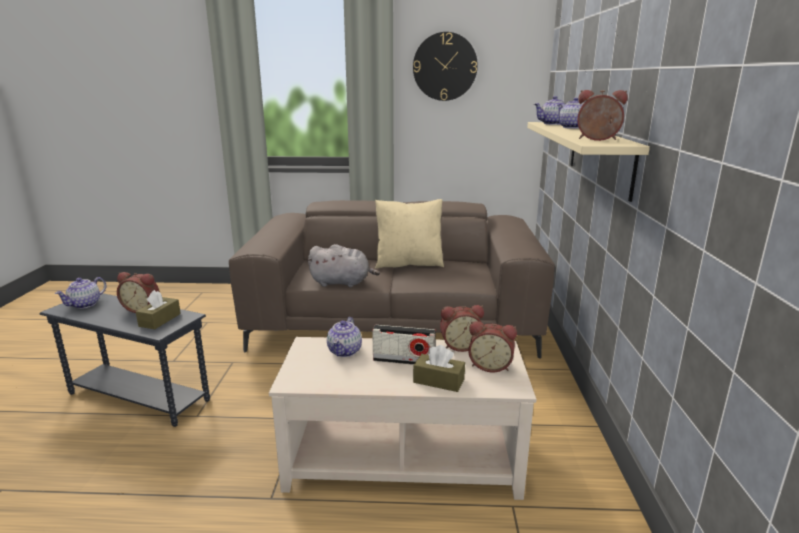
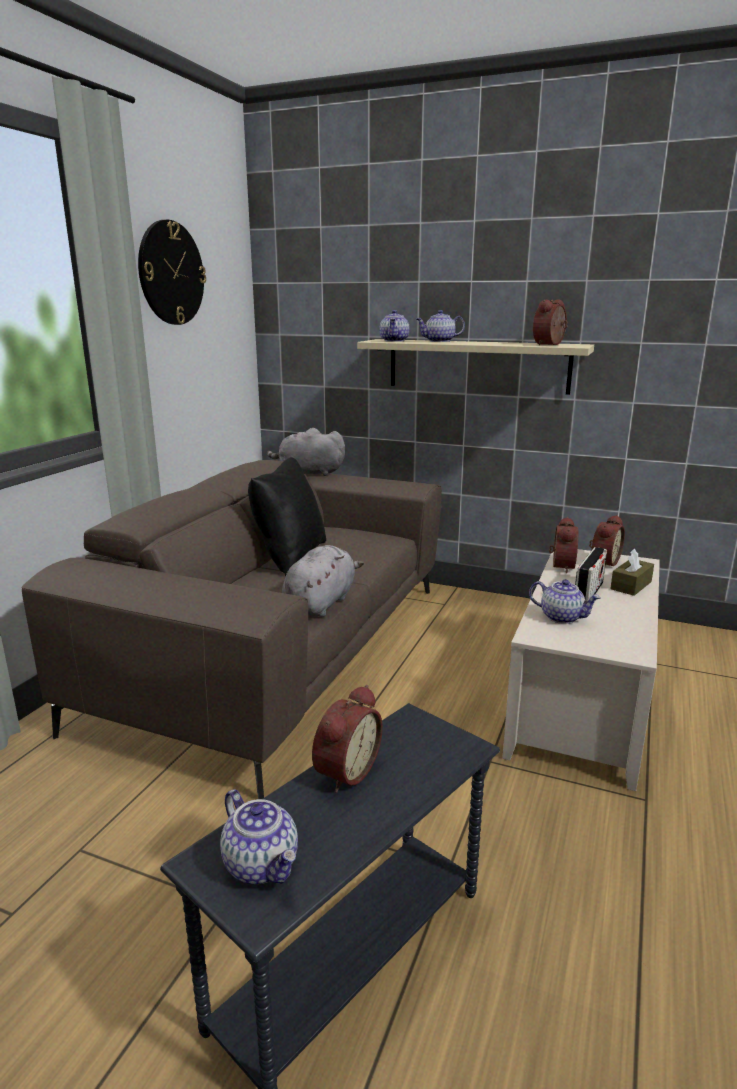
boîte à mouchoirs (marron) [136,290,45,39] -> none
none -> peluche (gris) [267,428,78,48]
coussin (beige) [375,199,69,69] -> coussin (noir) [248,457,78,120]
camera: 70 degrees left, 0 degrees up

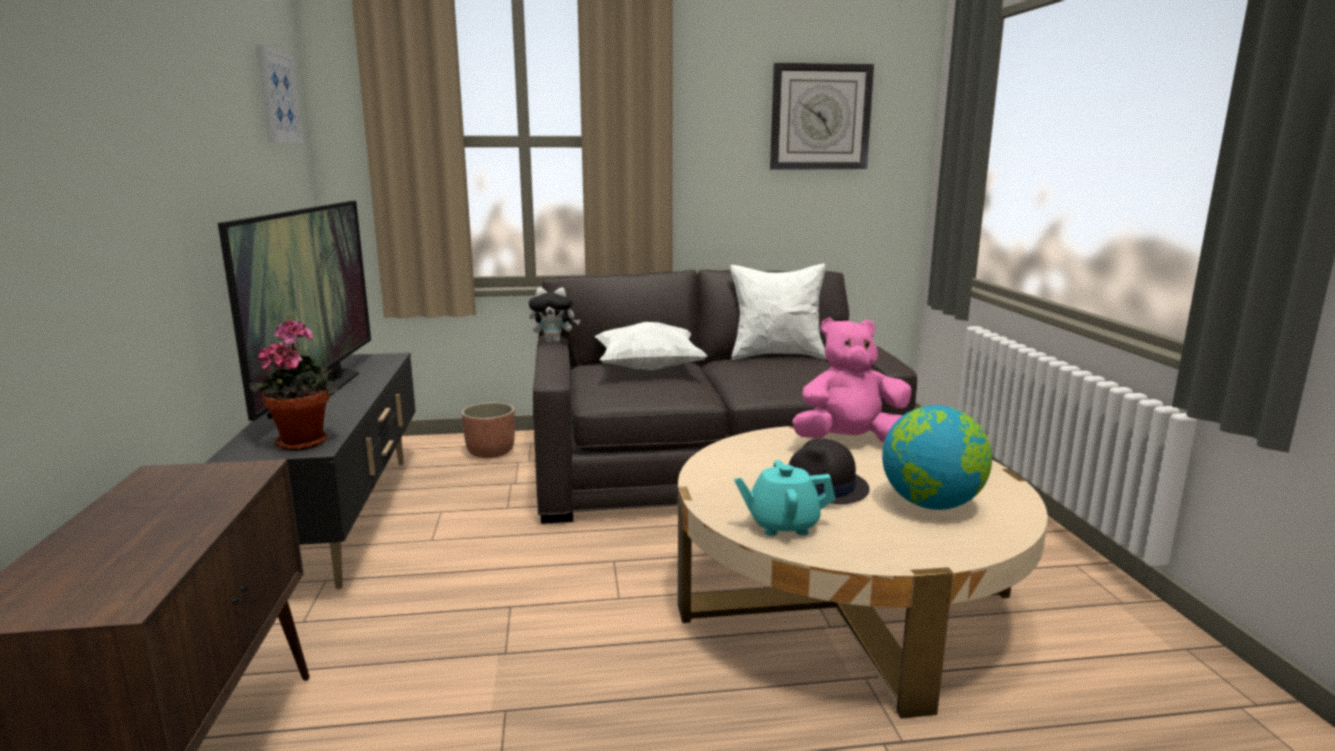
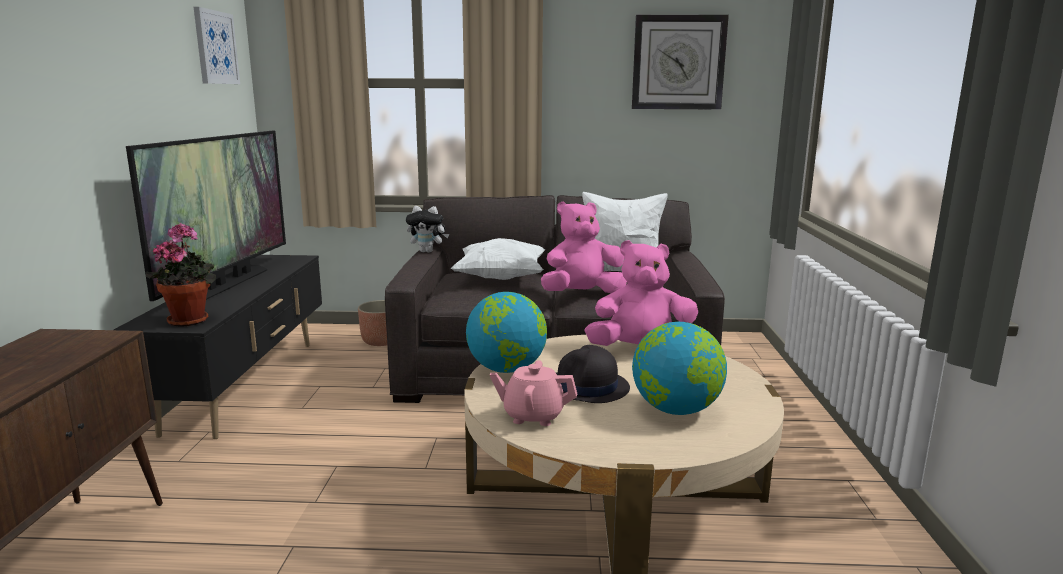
none -> globe [466,292,81,81]
none -> peluche (rose) [541,201,86,92]
théière (turquoise) [734,460,101,76] -> théière (rose) [490,360,87,66]
camera: 10 degrees right, 0 degrees up

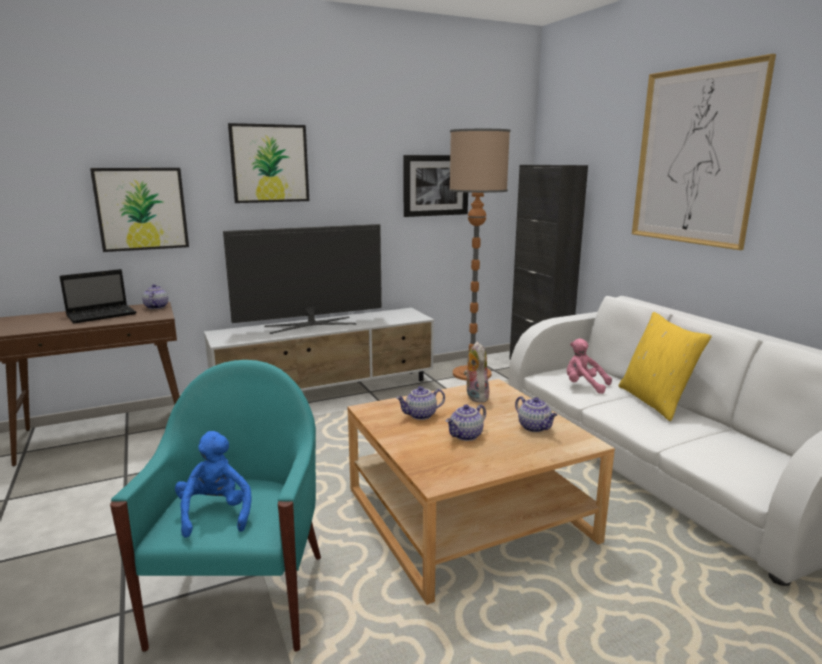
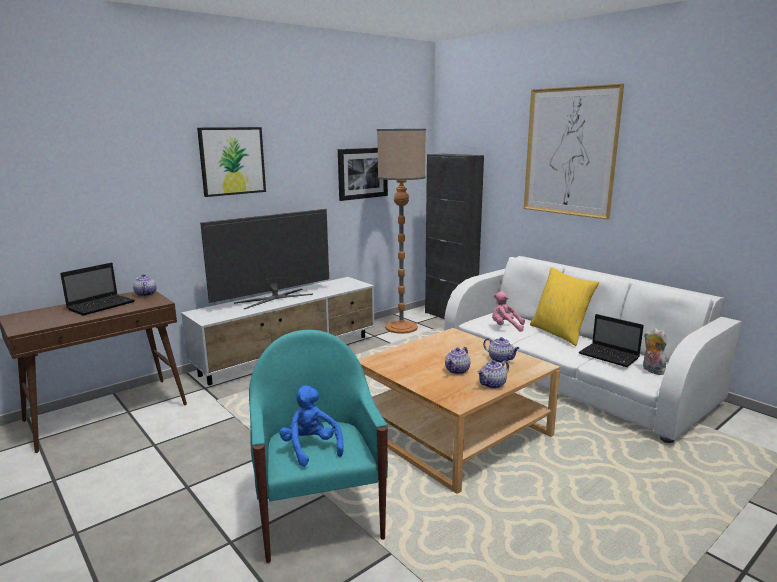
tableau [90,168,99,84] -> none
none -> ordinateur portable [579,314,65,53]
théière [396,386,49,34] -> théière [477,360,32,29], move
peluche [464,341,25,62] -> peluche [643,328,24,47], move
camera: 15 degrees left, 0 degrees up

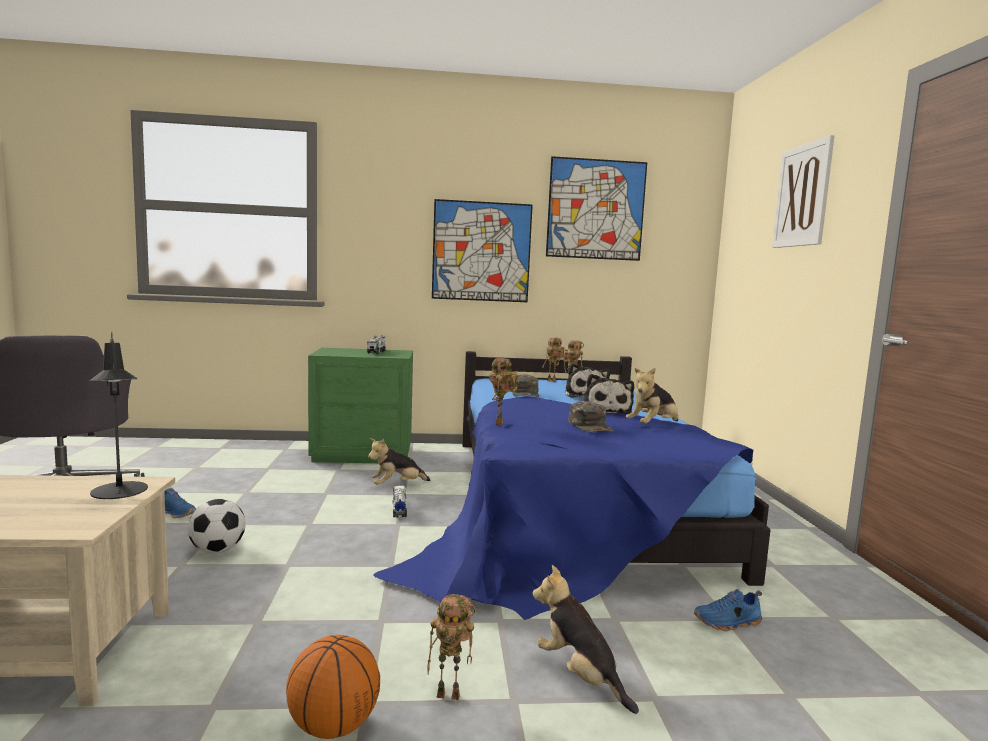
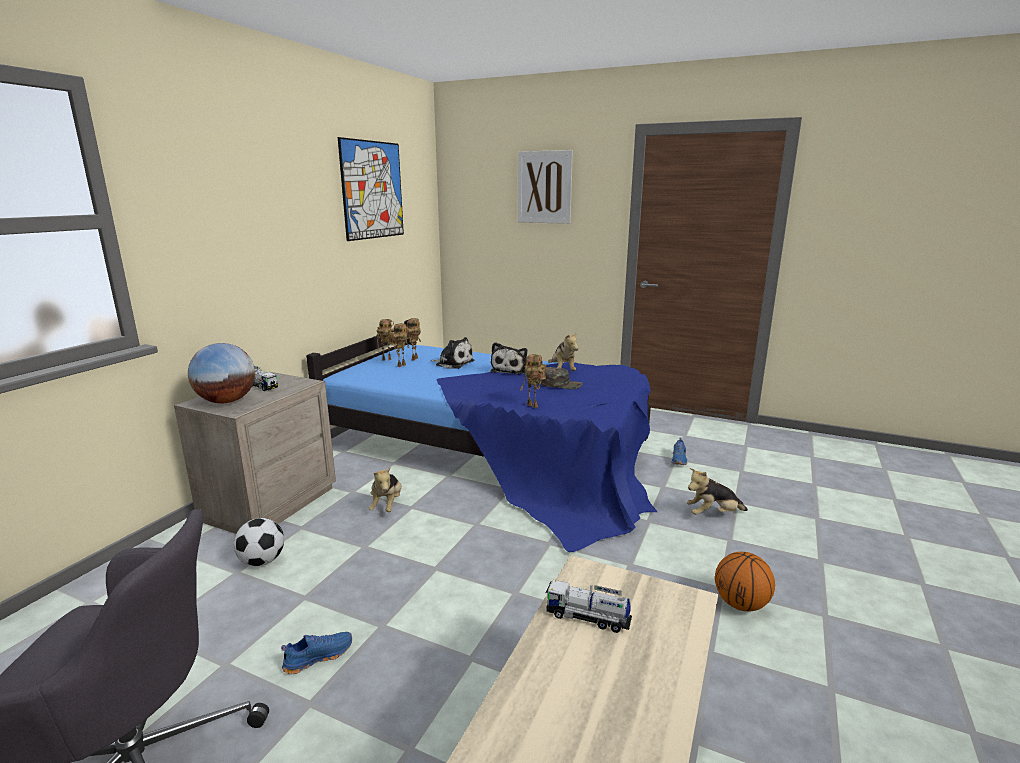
lampe de table (noir) [90,332,58,167] -> none
tableau [432,199,101,103] -> none
casquette (vert) [512,374,27,23] -> none
none -> globe [188,343,67,60]
ballon de foot [188,499,58,54] -> ballon de foot [234,518,50,48], move
camion jouet [392,486,15,31] -> camion jouet [546,580,86,53], move
robot jouet [427,594,49,106] -> robot jouet [389,323,21,44], move
table de chevet (vert) [308,348,105,115] -> table de chevet (beige) [174,372,162,162]
peluche [584,374,50,40] -> peluche [491,342,36,33], 75 degrees clockwise
camera: 60 degrees left, 10 degrees up

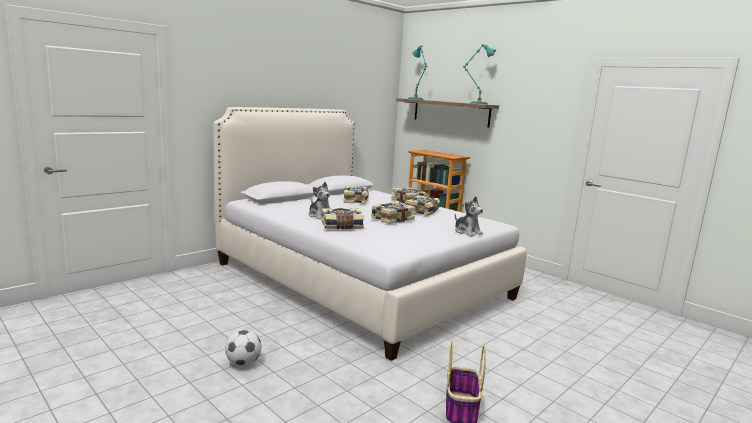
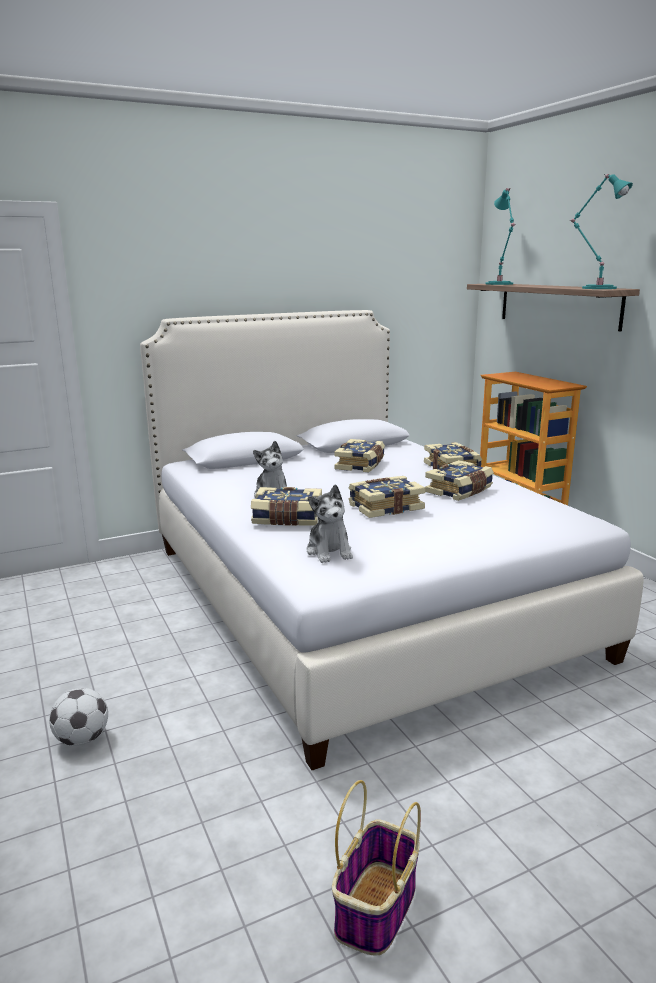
peluche [455,196,28,41] -> peluche [307,484,46,79], move
camera: 20 degrees right, 5 degrees up

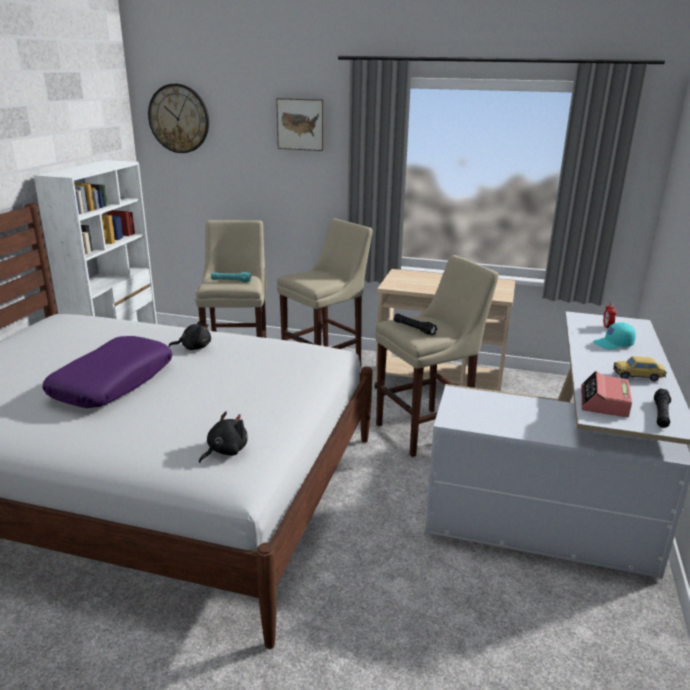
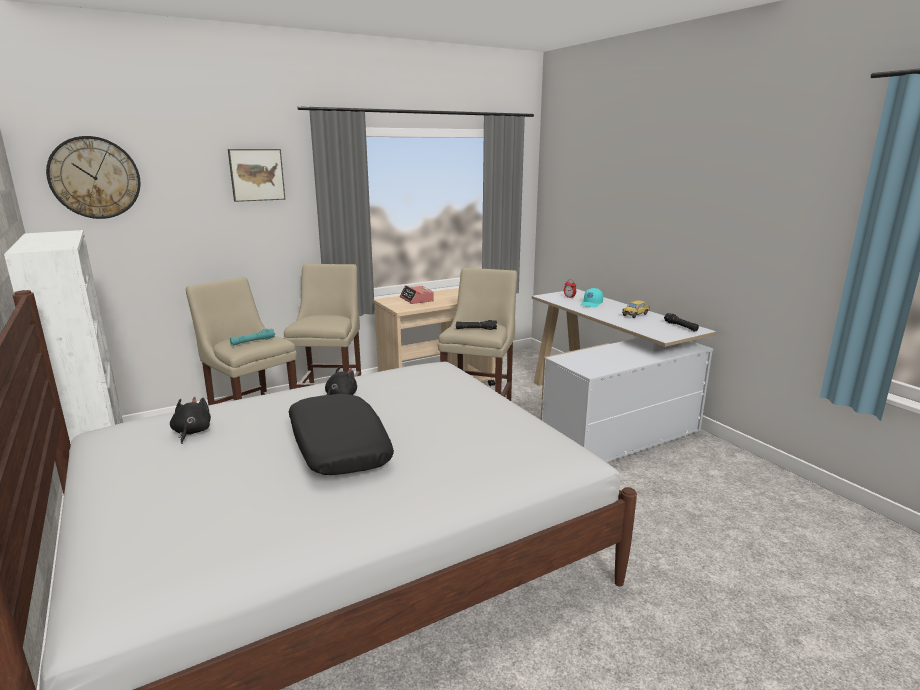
peluche (noir) [199,411,49,52] -> peluche (noir) [170,397,41,47], move
réveil [581,371,51,47] -> réveil [400,285,34,19], move
coussin (violet) [43,336,129,72] -> coussin (noir) [289,394,105,81]
camera: 45 degrees left, 5 degrees down

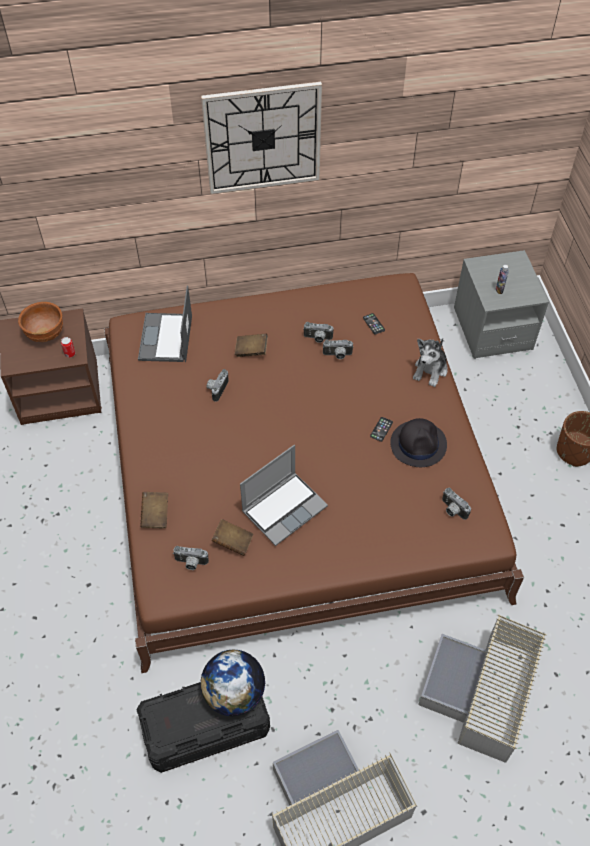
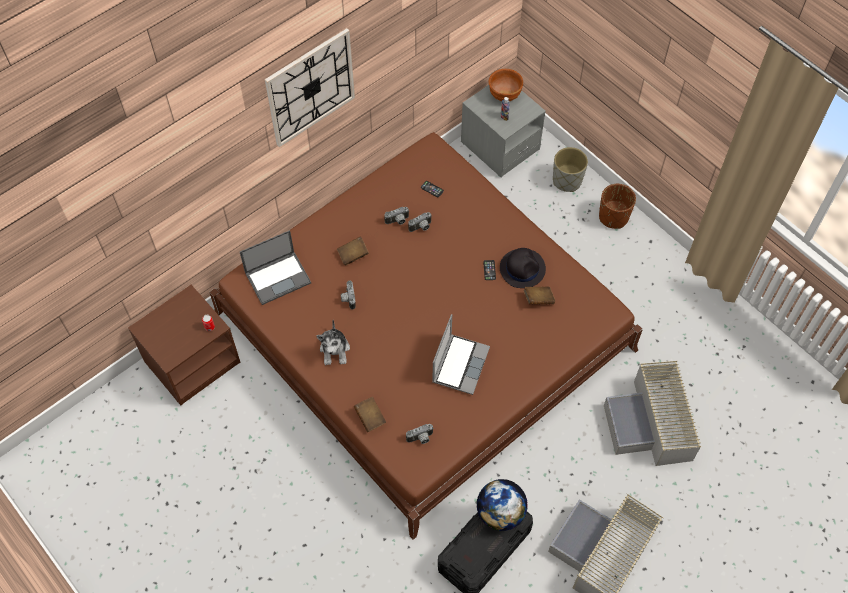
appareil photo [442,488,29,32] -> none
none -> cache-pot (gris) [553,147,35,45]
bol (marron) [18,302,45,40] -> bol (marron) [488,69,35,32], move
livre (marron) [212,519,41,37] -> livre (marron) [523,287,32,17], move
peluche [413,338,35,49] -> peluche [316,320,34,45], move
ordinateur portable [138,286,54,76] -> ordinateur portable [240,230,71,75], 90 degrees counterclockwise
camera: 30 degrees left, 5 degrees up

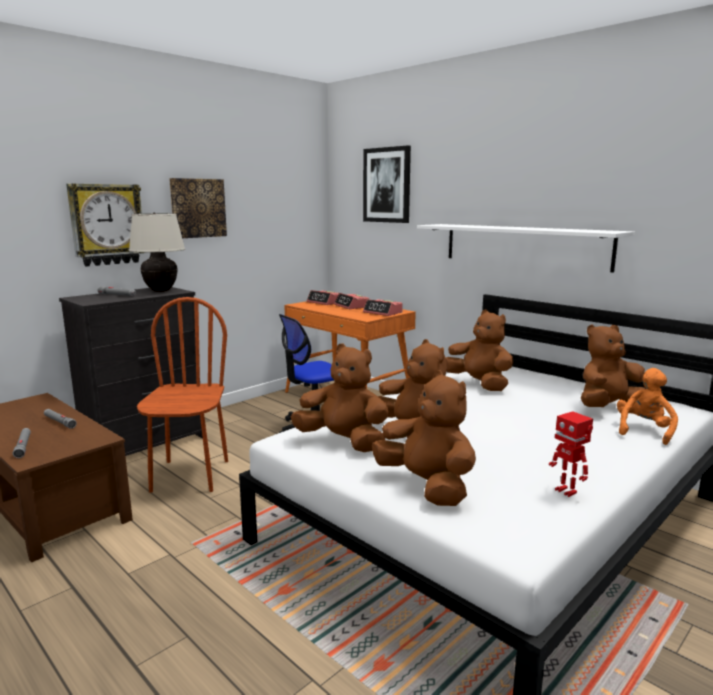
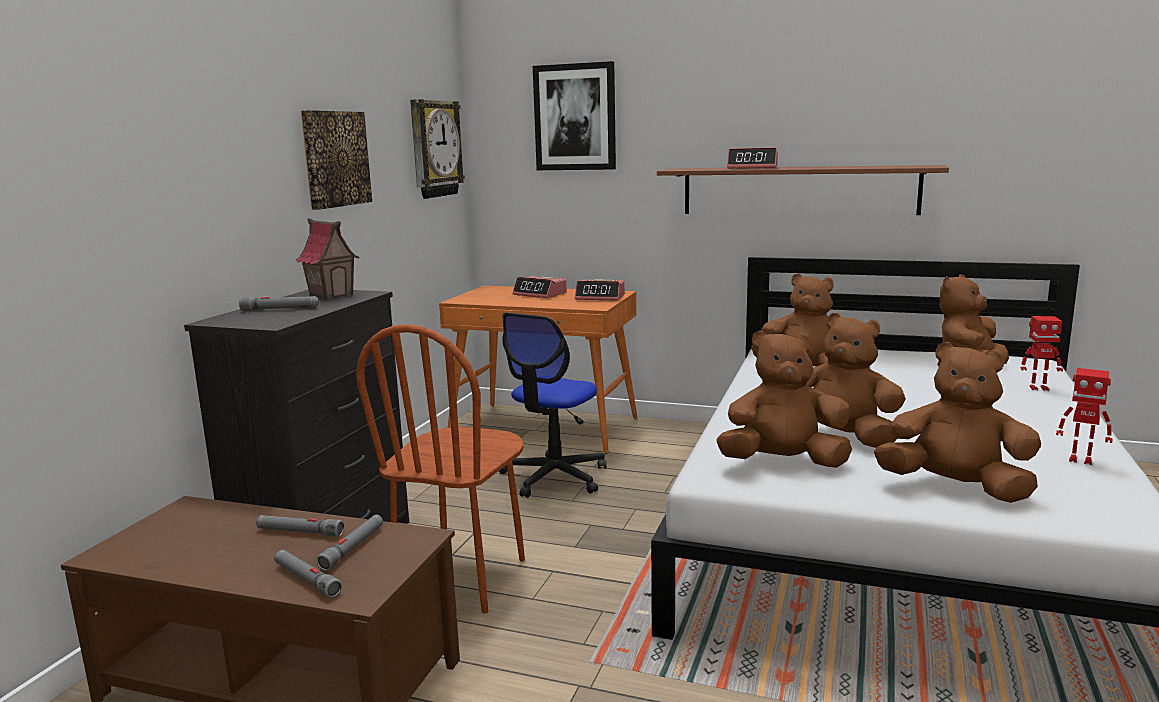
none -> lampe de poche (gris) [316,515,67,56]
horloge murale [66,184,79,83] -> horloge murale [410,99,55,100], move
réveil [307,290,32,15] -> réveil [727,147,51,22], move
lampe de table (beige) [129,212,56,80] -> maison miniature [296,218,64,82]
peluche (orange) [617,368,61,77] -> robot jouet [1020,316,43,75]
étagère (blanc) [417,224,218,49] -> étagère (marron) [657,165,292,50]
chaise (marron) [137,297,91,196] -> chaise (marron) [356,324,169,289], 135 degrees counterclockwise
camera: 25 degrees left, 0 degrees up

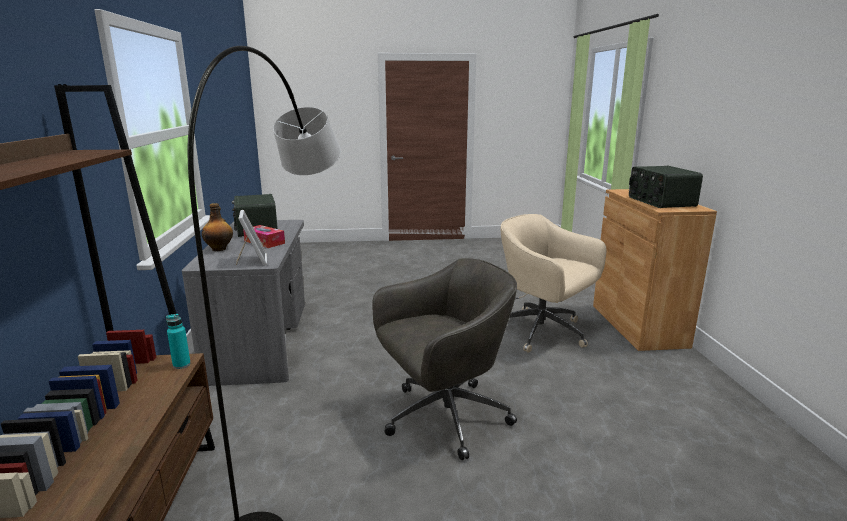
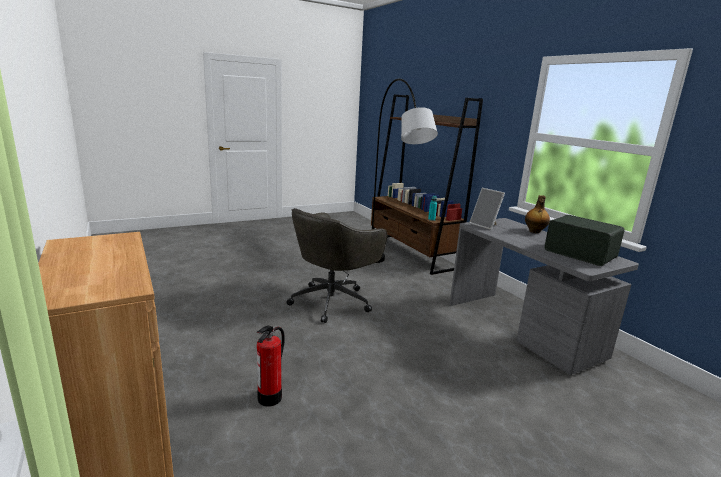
boîte à mouchoirs [243,225,42,23] -> none
radio [629,166,74,42] -> none
chaise de bureau (beige) [500,214,107,139] -> extincteur [256,326,29,81]
camera: 155 degrees right, 0 degrees up

